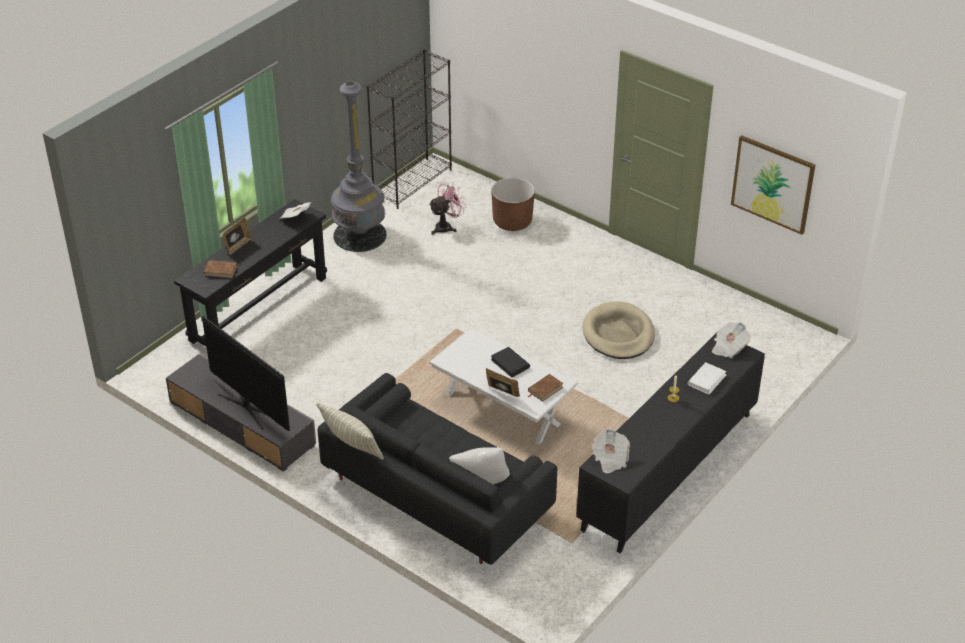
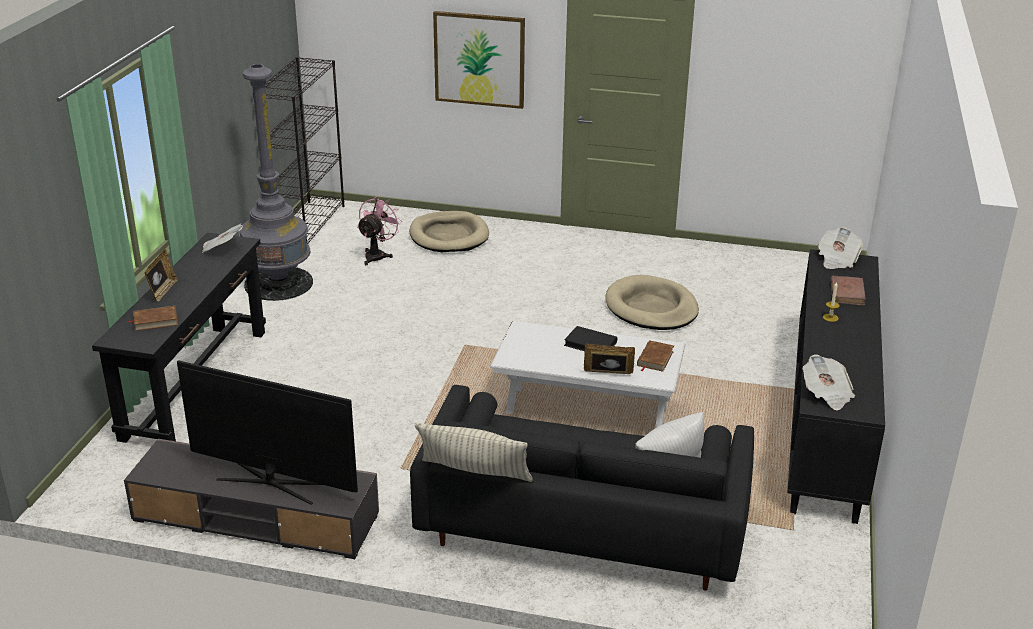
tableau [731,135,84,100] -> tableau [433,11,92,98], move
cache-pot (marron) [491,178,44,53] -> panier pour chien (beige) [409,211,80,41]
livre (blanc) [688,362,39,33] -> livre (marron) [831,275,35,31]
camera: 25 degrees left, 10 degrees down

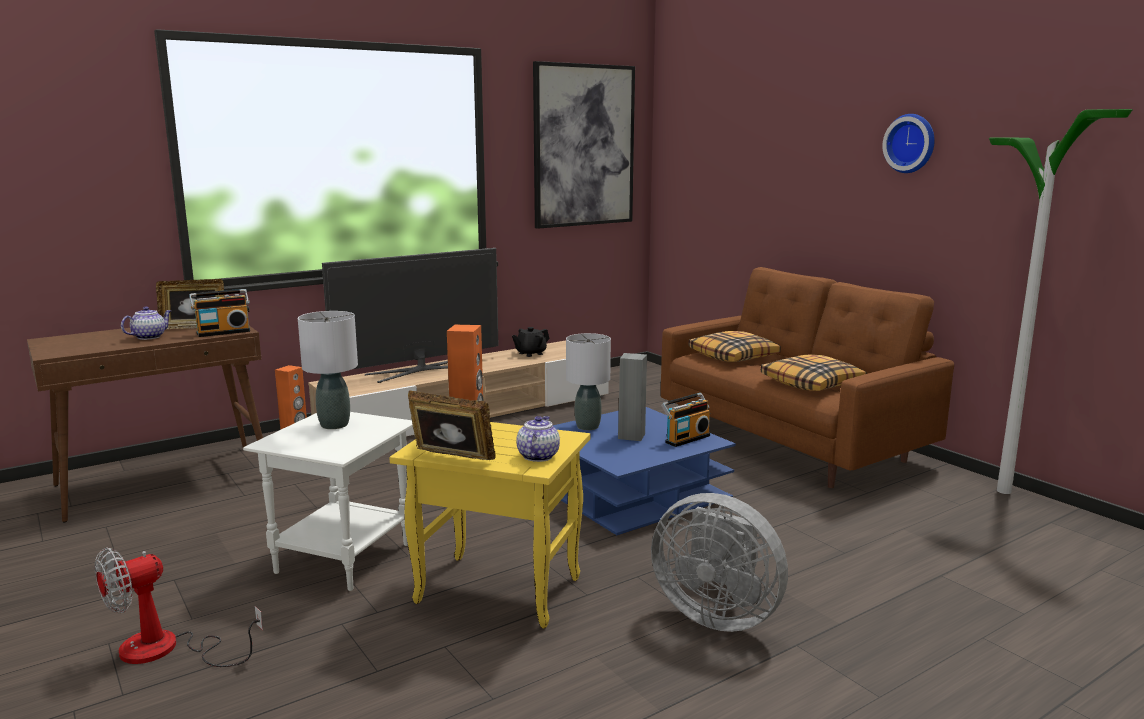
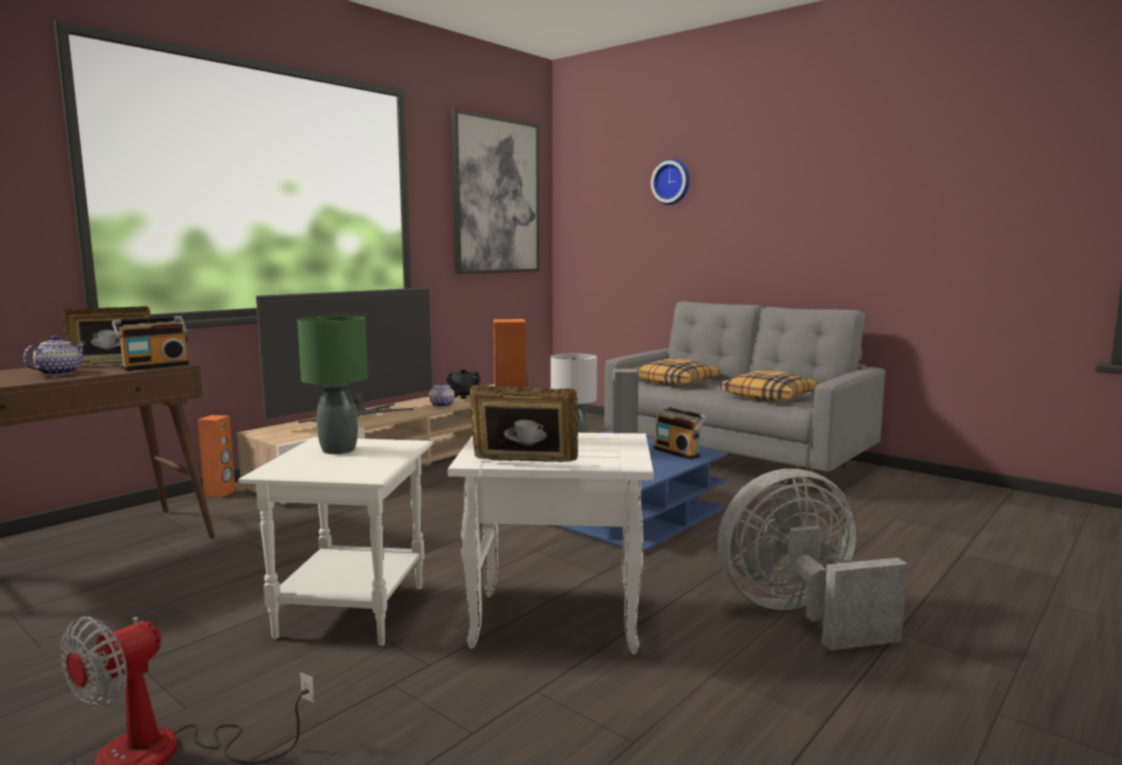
lampadaire [989,109,144,385] -> none
théière [517,416,43,46] -> théière [429,381,26,26], move
horloge murale [882,114,53,59] -> horloge murale [651,159,39,46], move
lampe de table (gris) [298,311,60,118] -> lampe de table (vert) [297,316,71,138]
table d'appoint (jaune) [389,422,201,206] -> table d'appoint (blanc) [448,433,206,221]
canapé (marron) [661,267,293,221] -> canapé (gris) [604,301,281,192]
ventilateur (gris) [651,493,137,139] -> ventilateur (gris) [718,469,190,182], 150 degrees clockwise
radio [661,393,49,54] -> radio [653,406,54,54], 105 degrees clockwise
camera: 15 degrees left, 5 degrees down

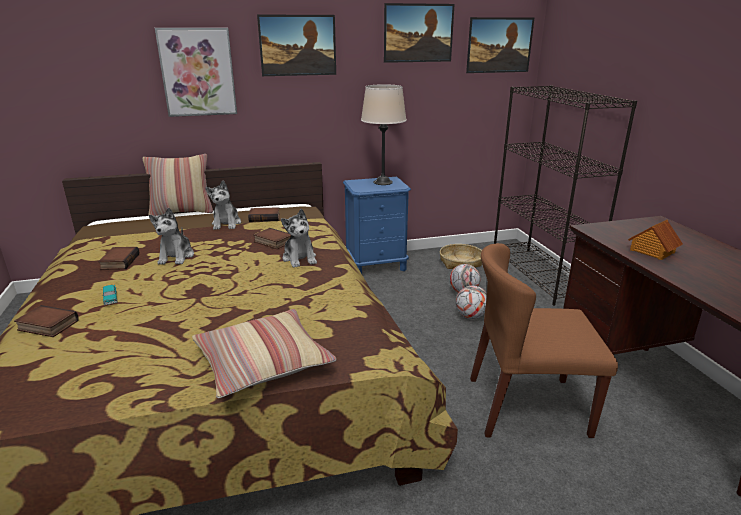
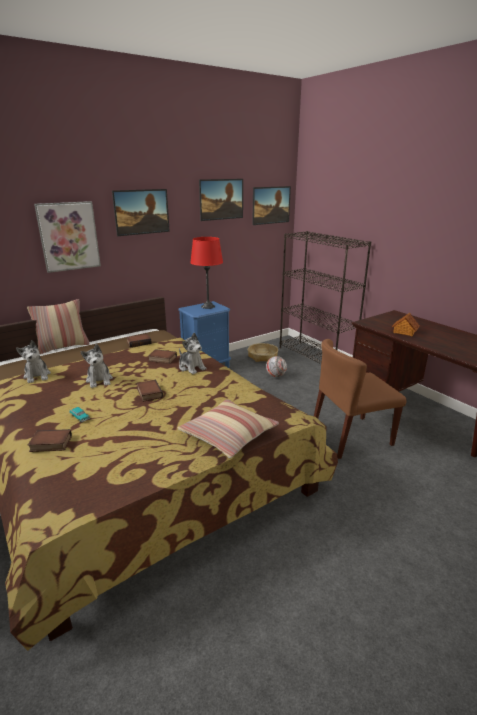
ballon de foot [456,286,31,33] -> none
livre [98,247,41,23] -> livre [137,380,26,22], move
peluche [205,181,36,49] -> peluche [16,340,35,43], move
lampe de table (beige) [361,84,46,101] -> lampe de table (rouge) [190,237,33,72]
camera: 20 degrees left, 0 degrees up

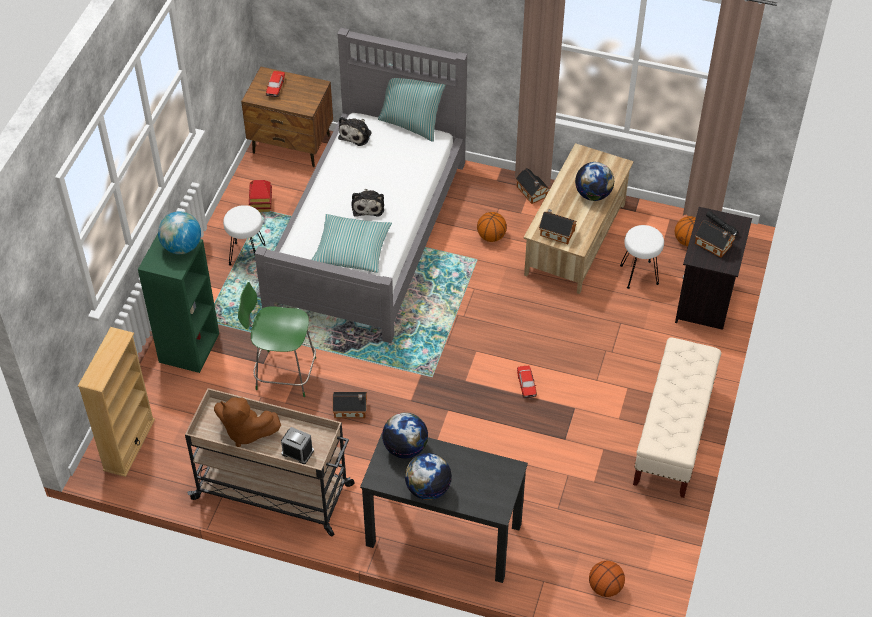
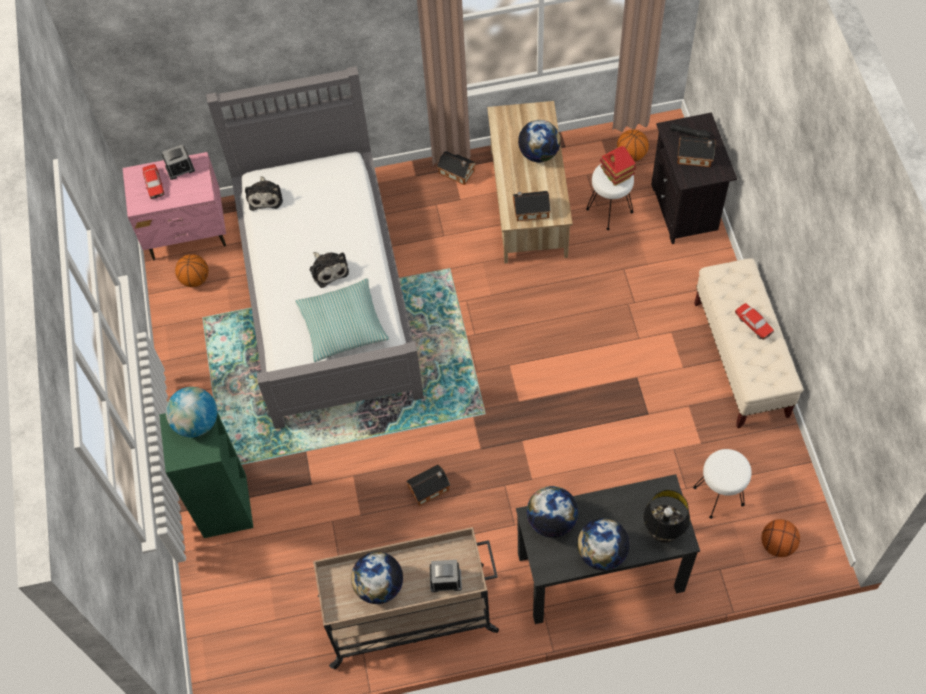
bibliothèque (beige) [78,327,77,150] -> none
tabouret (vert) [238,282,78,115] -> none
coussin [378,63,67,79] -> none
none -> réveil [162,145,33,35]
none -> lampe de table (noir) [643,490,47,53]
tabouret (blanc) [223,205,42,61] -> tabouret (blanc) [693,449,59,70], move
maison miniature [249,180,23,32] -> maison miniature [600,146,37,40], move
ballon de basket [477,212,30,30] -> ballon de basket [175,254,34,33], move
petite voiture [517,366,20,32] -> petite voiture [735,303,39,37], move
peluche (marron) [214,397,67,50] -> globe [351,552,52,52]
table de chevet (marron) [241,67,92,100] -> table de chevet (rose) [123,152,103,108]
camera: 25 degrees left, 10 degrees up

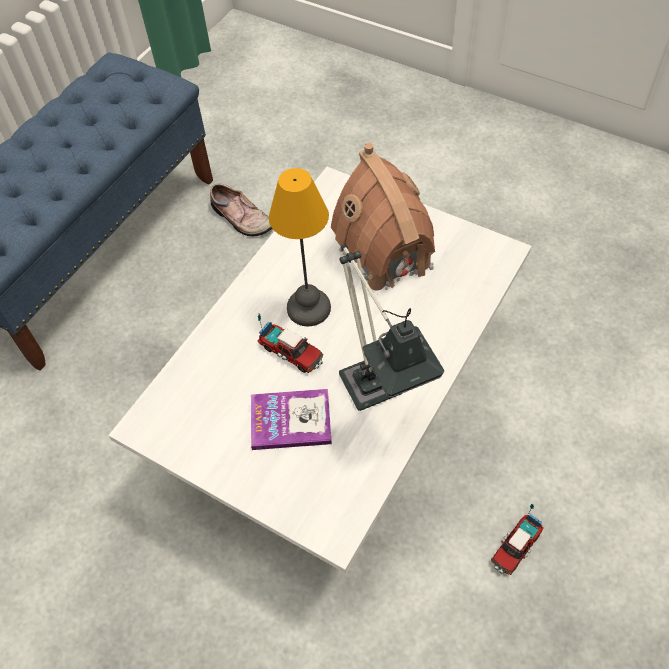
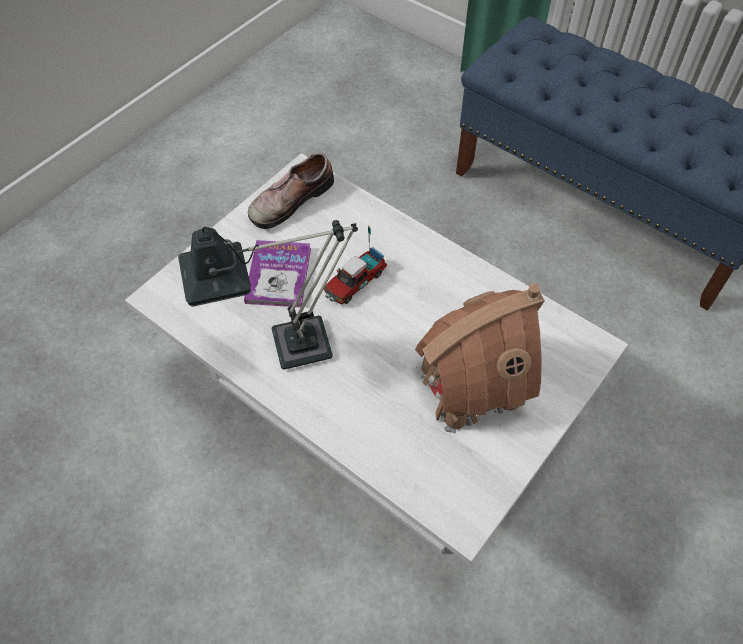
lampe de table [269,168,62,158] -> none
camion jouet [491,504,53,71] -> none
chaussure [210,183,62,53] -> chaussure [248,153,86,76], move
camera: 95 degrees right, 0 degrees up

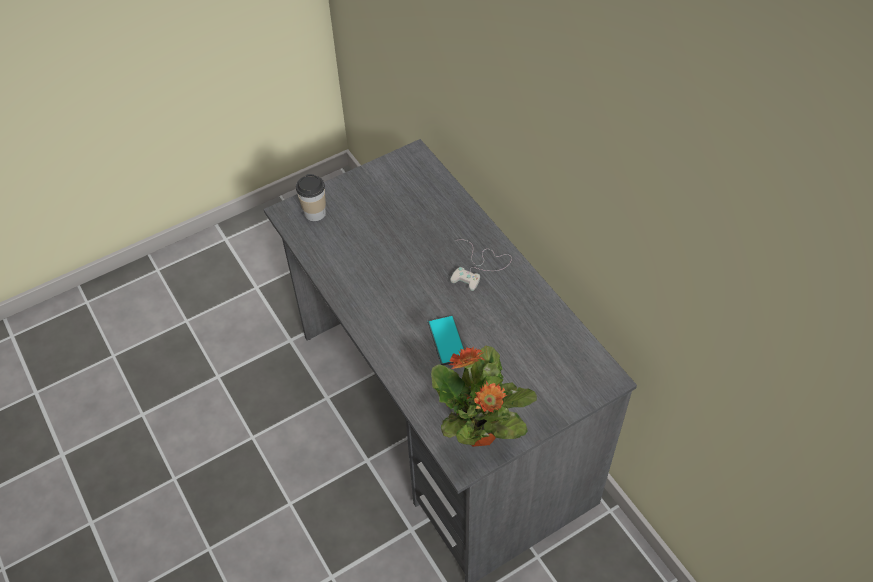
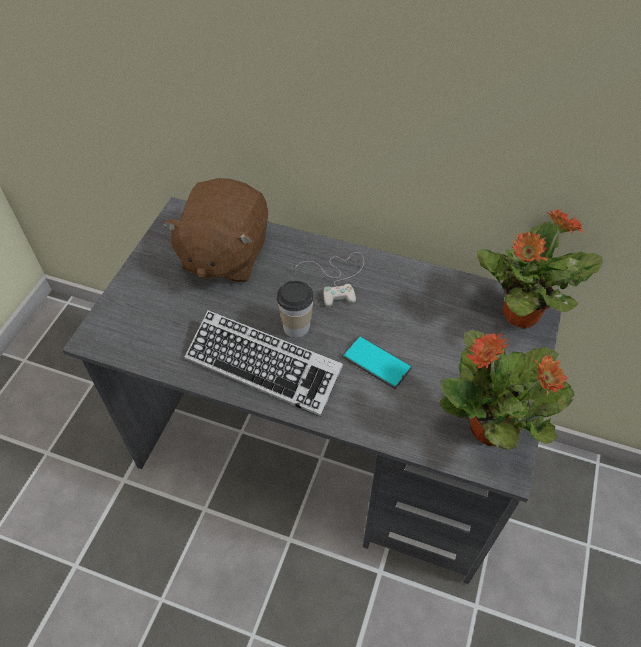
none -> peluche (marron) [163,178,105,105]
none -> clavier [185,310,158,107]
none -> plante en pot [477,209,126,119]
tasse [296,174,30,47] -> tasse [277,281,37,57], move
camera: 40 degrees left, 0 degrees up

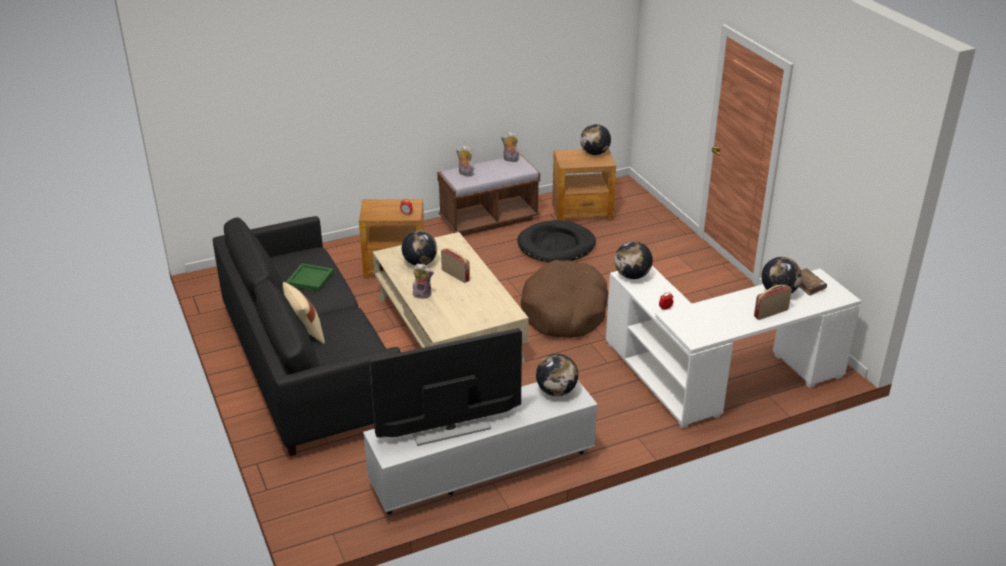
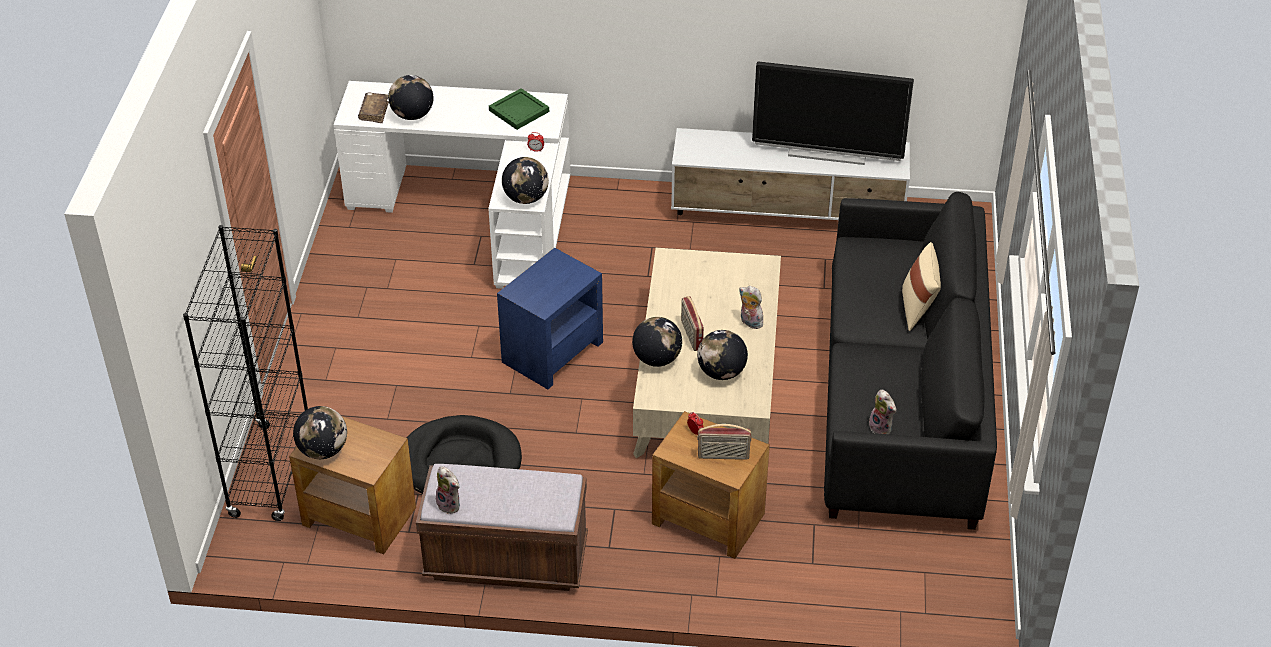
none -> bibliothèque (noir) [183,225,125,296]
plateau (vert) [286,263,48,29] -> plateau (vert) [489,88,60,42], move
peluche [456,146,18,31] -> peluche [869,390,27,44], move
globe [536,354,42,42] -> globe [632,317,50,50], move
radio [754,285,38,35] -> radio [697,424,54,36], move
panier pour chien (marron) [521,260,87,78] -> table d'appoint (bleu) [497,248,106,141]
camera: 150 degrees left, 10 degrees up

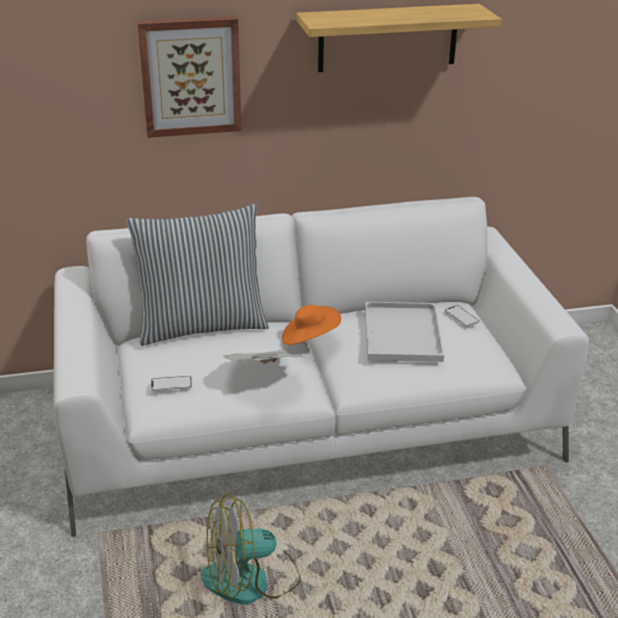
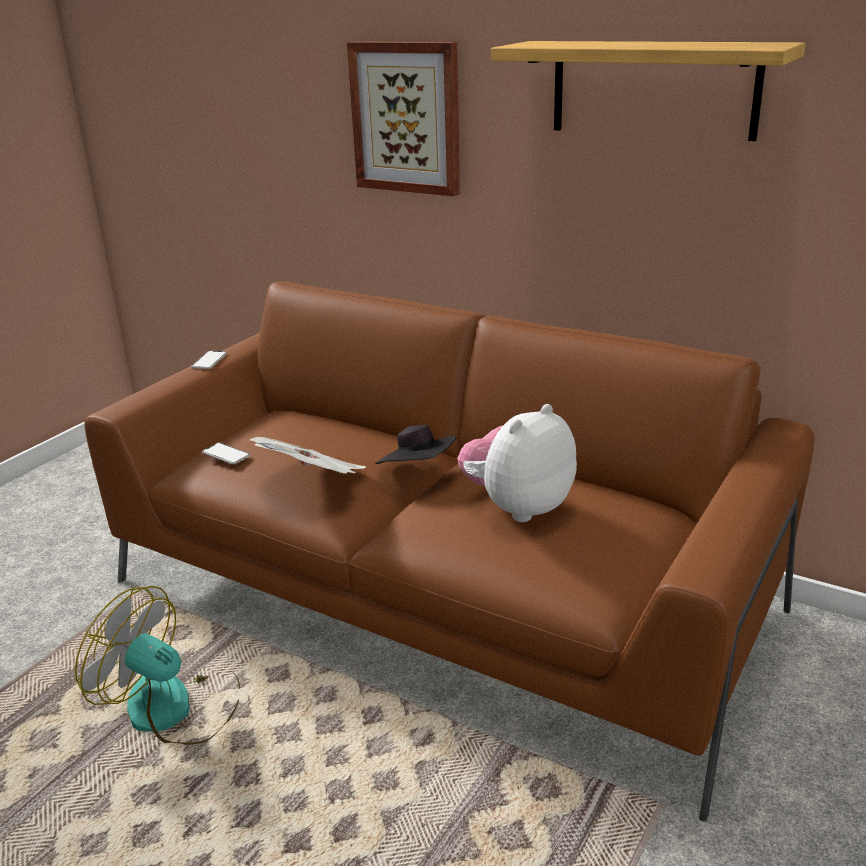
coussin [126,204,143,142] -> none
téléphone [445,306,35,21] -> téléphone [191,351,36,18], move
plateau (blanc) [365,302,79,60] -> peluche [457,404,120,118]
canapé (blanc) [54,197,535,340] -> canapé (marron) [84,282,731,540]
chapeau (orange) [282,305,59,40] -> chapeau (noir) [375,425,81,39]
camera: 45 degrees right, 5 degrees down

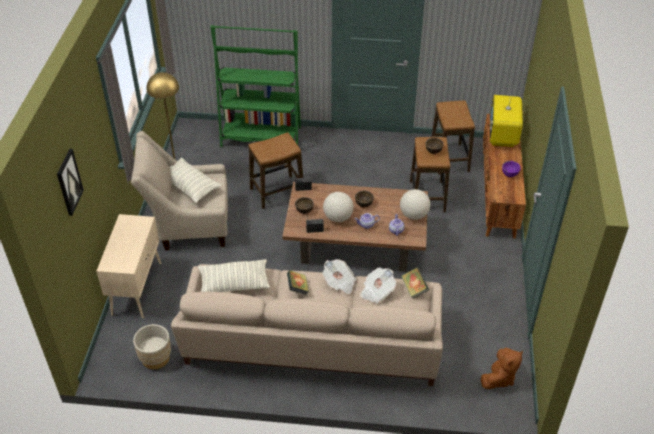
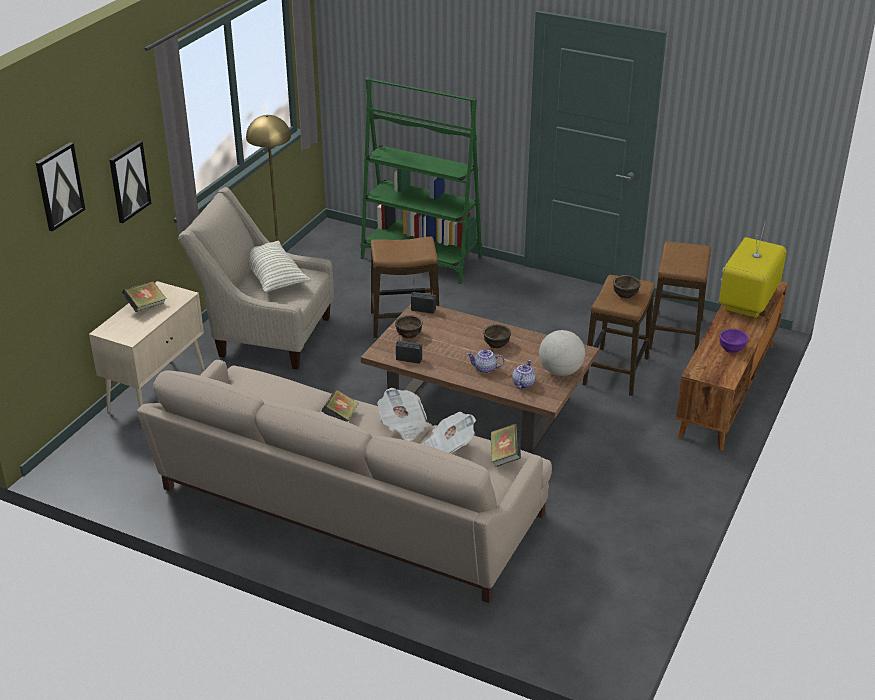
cache-pot (beige) [133,324,38,45] -> none
coussin [198,259,72,33] -> none
globe [323,192,31,30] -> none
peluche (marron) [481,348,42,41] -> none
none -> tableau [109,141,42,82]
none -> livre [122,281,45,31]
camera: 20 degrees right, 10 degrees down

